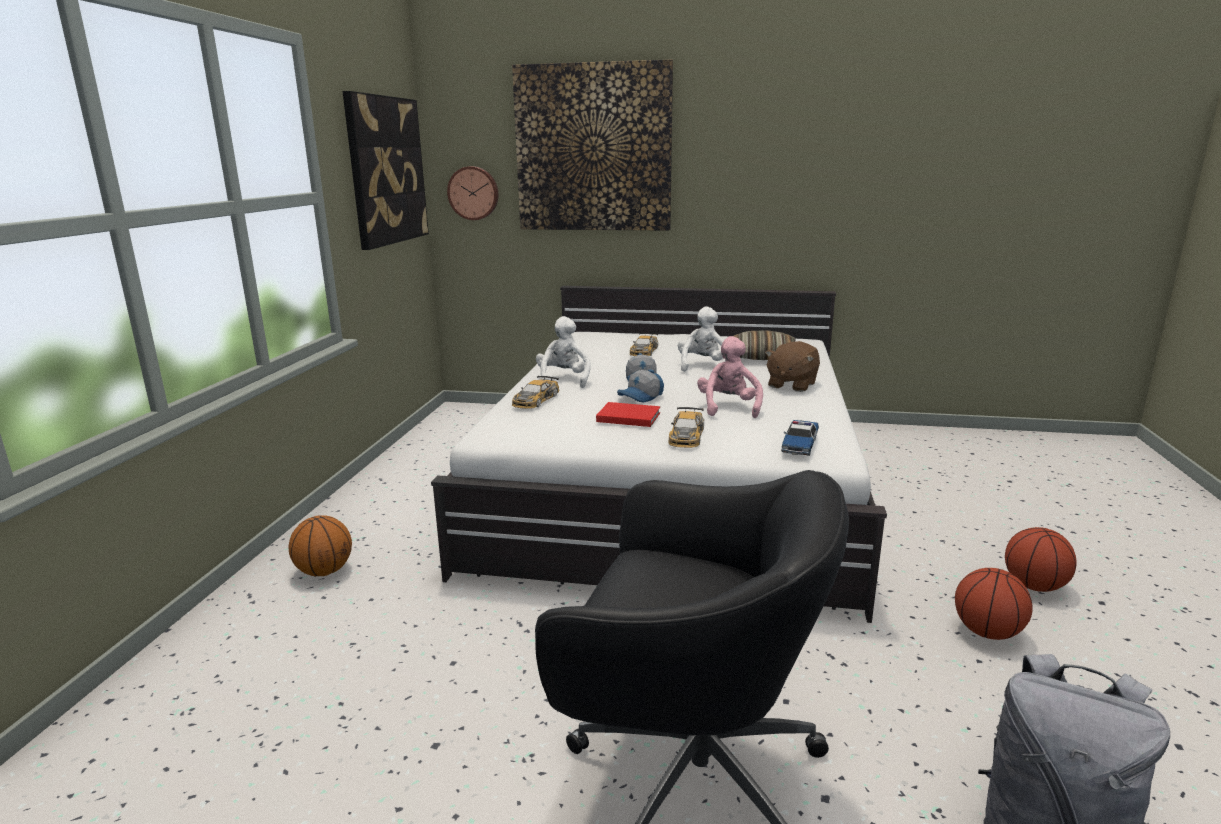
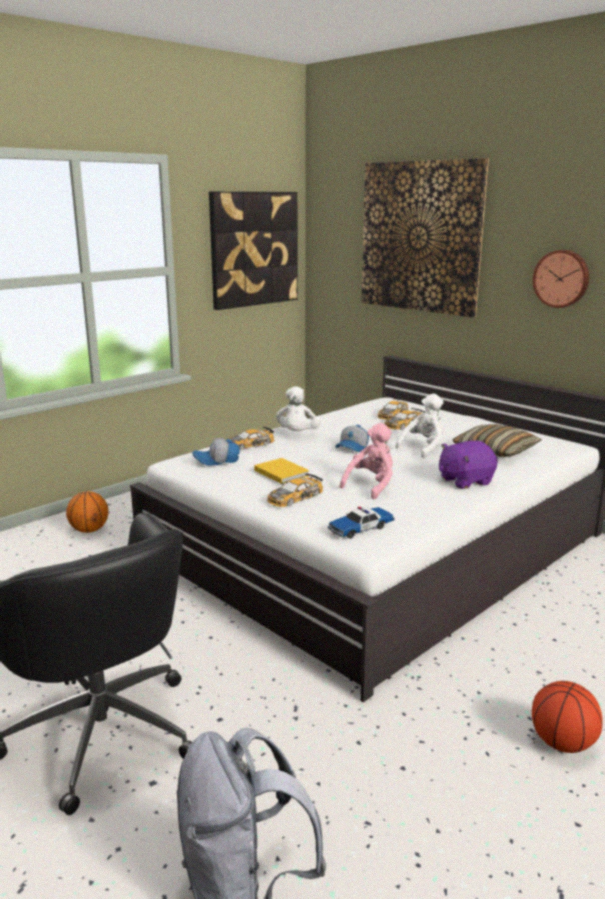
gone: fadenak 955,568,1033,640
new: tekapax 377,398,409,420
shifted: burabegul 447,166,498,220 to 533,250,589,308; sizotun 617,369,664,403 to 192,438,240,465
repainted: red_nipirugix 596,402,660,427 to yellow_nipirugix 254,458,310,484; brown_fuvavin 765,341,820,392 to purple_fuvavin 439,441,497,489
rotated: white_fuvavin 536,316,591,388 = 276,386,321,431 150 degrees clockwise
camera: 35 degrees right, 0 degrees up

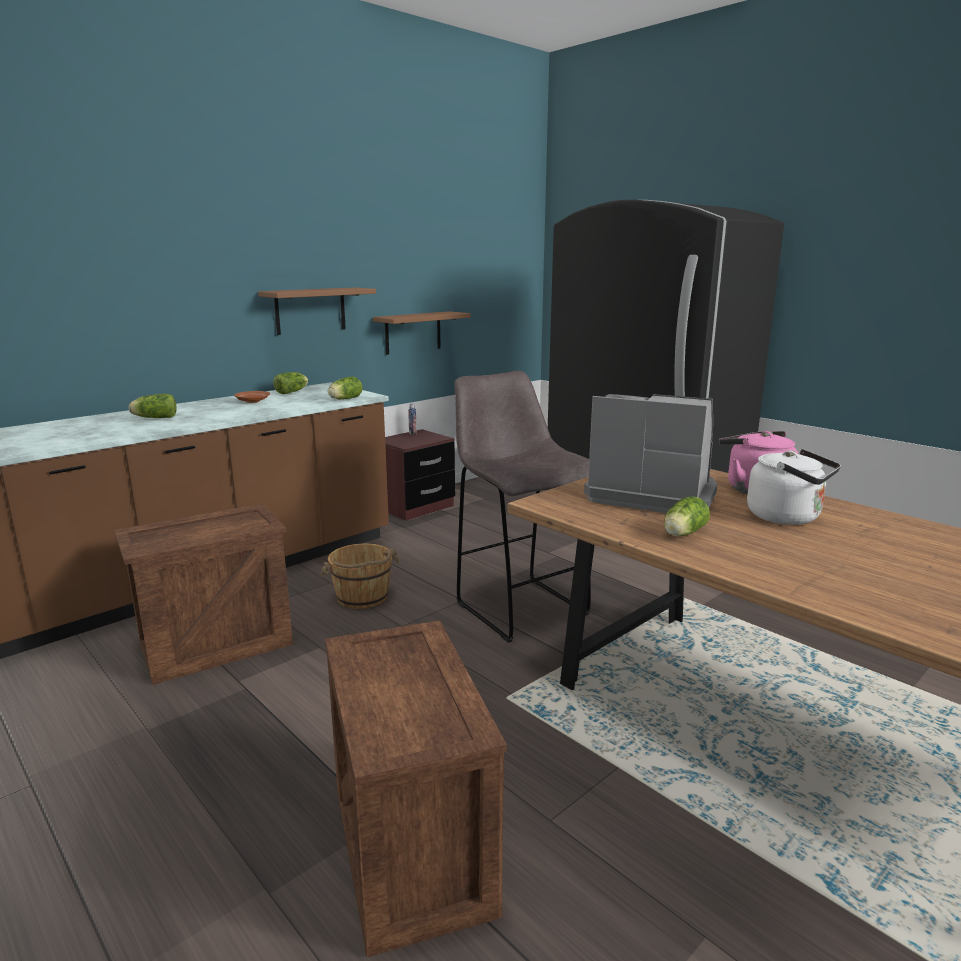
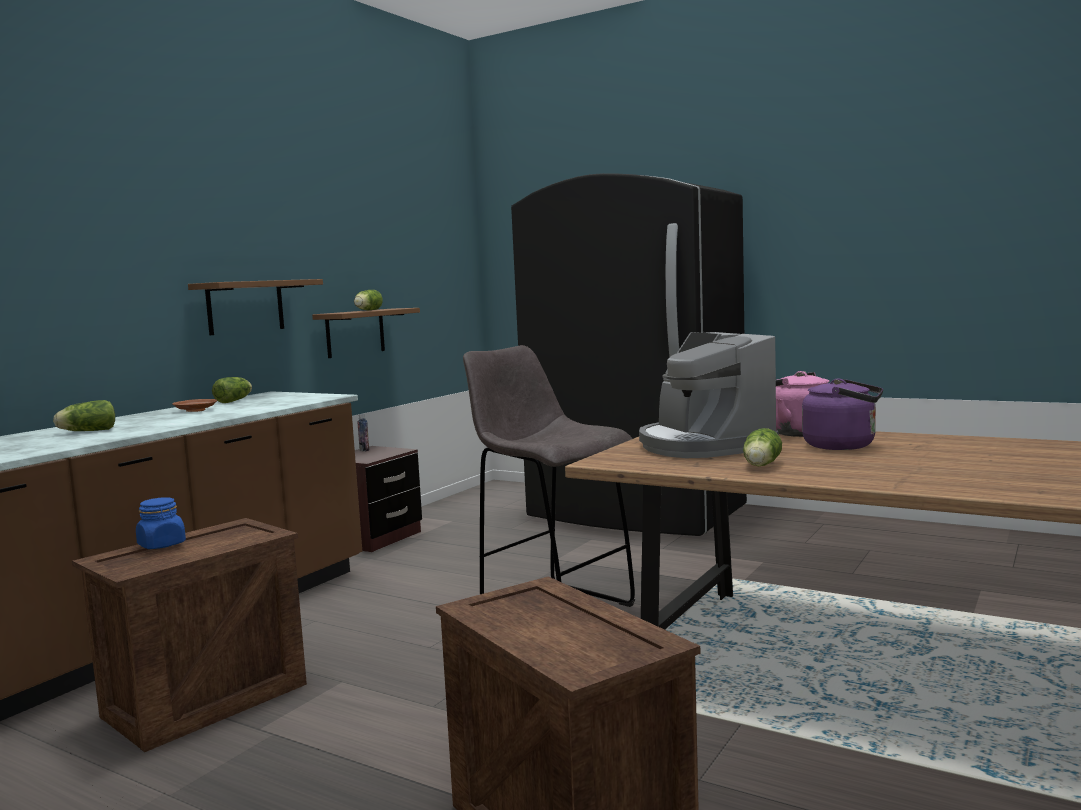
gone: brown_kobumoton 319,543,400,609
new: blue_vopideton 136,497,186,549
shifted: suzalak 328,376,362,399 to 354,290,383,310
repainted: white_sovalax 747,449,841,525 to purple_sovalax 802,379,883,450
rotated: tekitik 584,394,717,513 = 639,332,779,458 120 degrees counterclockwise
camera: 15 degrees left, 10 degrees down

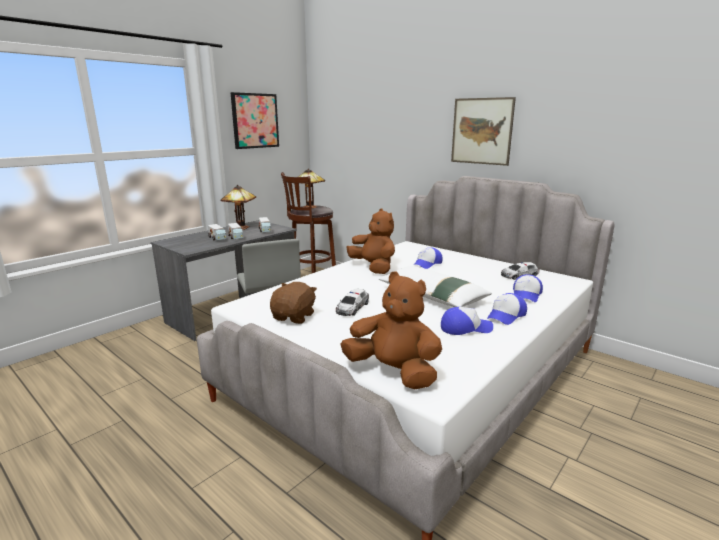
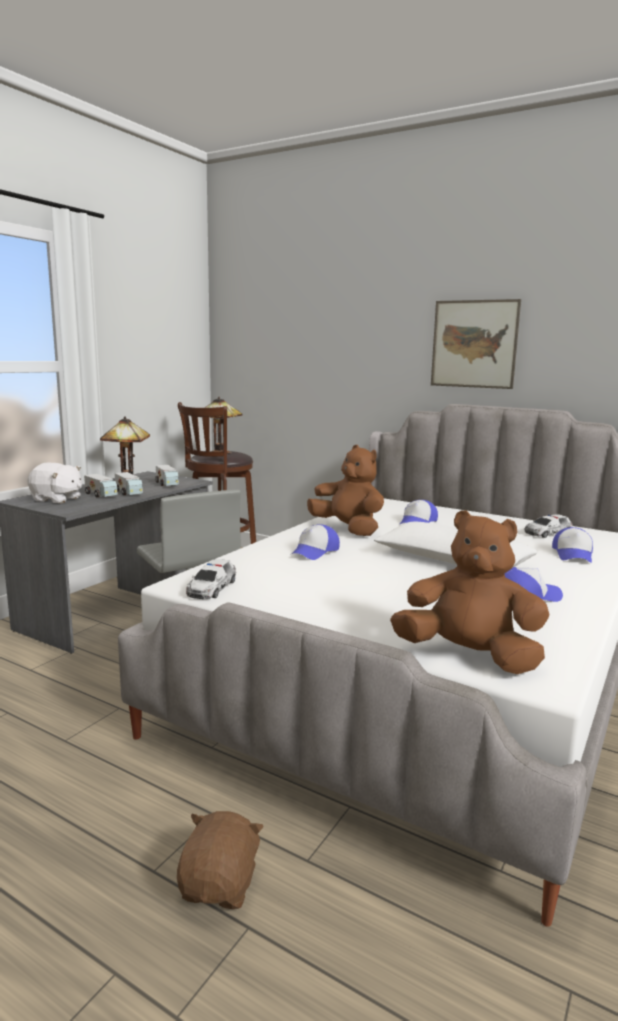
gone: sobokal 230,92,279,149
new: white_fuvavin 27,463,82,504
shifted: brown_fuvavin 270,282,317,324 to 177,811,264,909; tekapax 336,289,369,316 to 186,559,236,599; sizotun 487,293,527,325 to 292,524,340,560
camera: 10 degrees left, 5 degrees down

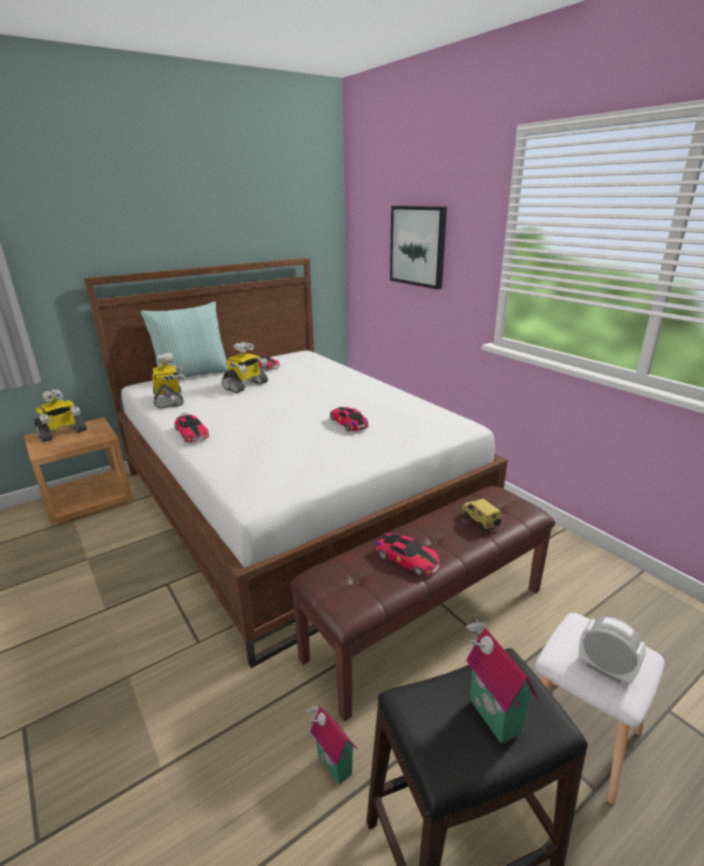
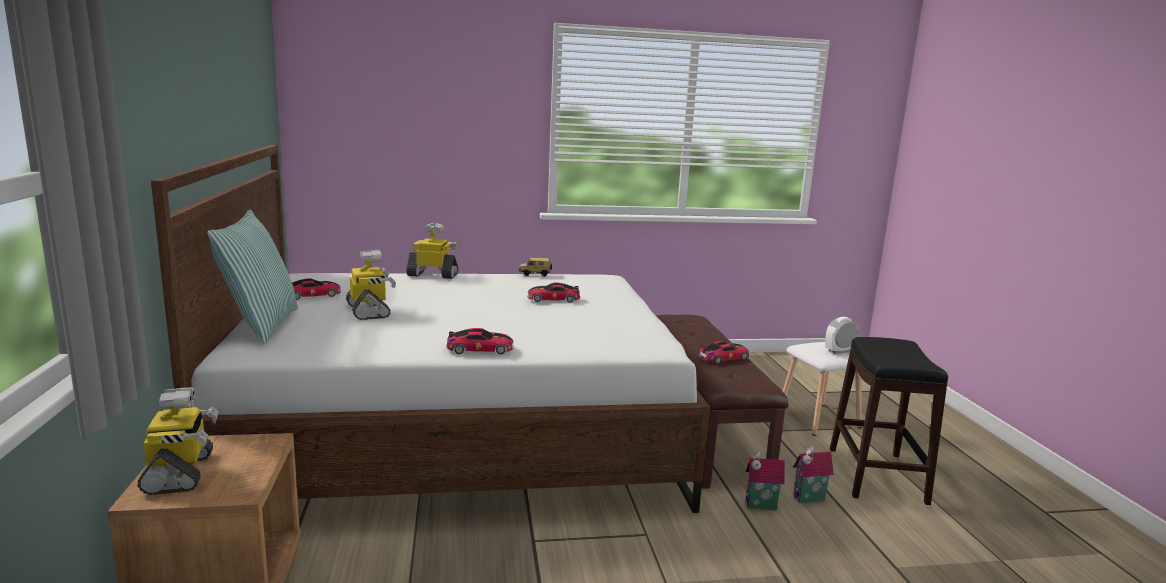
gone: sobokal 390,206,447,289
shifted: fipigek 152,352,185,408 to 407,223,458,279; tekapax 461,499,502,531 to 519,258,552,277; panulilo 466,614,538,744 to 745,450,785,510
camera: 65 degrees left, 10 degrees down

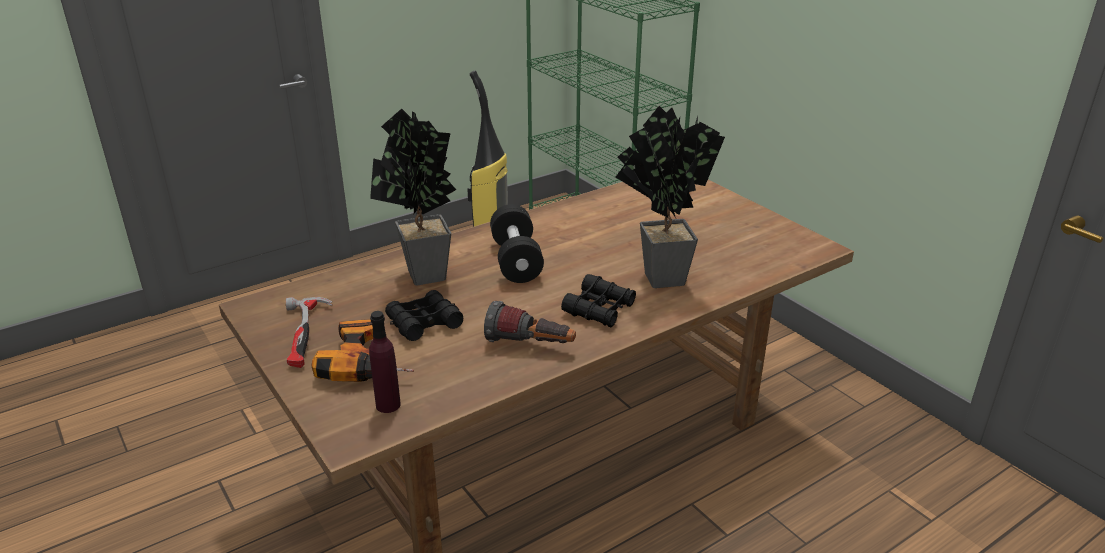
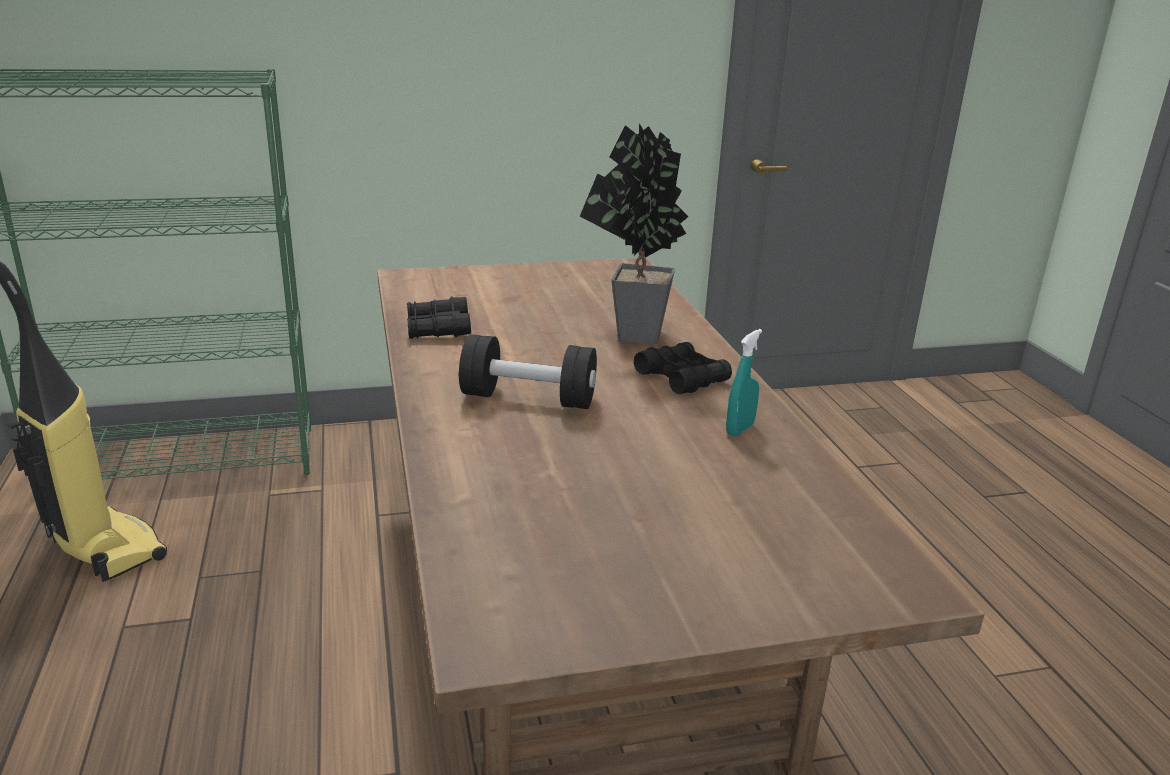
gone: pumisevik 286,297,332,368; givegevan 311,319,414,382; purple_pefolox 369,311,401,413; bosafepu 370,108,456,285
shifted: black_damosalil 385,290,463,341 to 407,296,471,339
swapped: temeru 484,301,576,343 to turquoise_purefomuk 726,329,762,436
camera: 70 degrees left, 5 degrees down

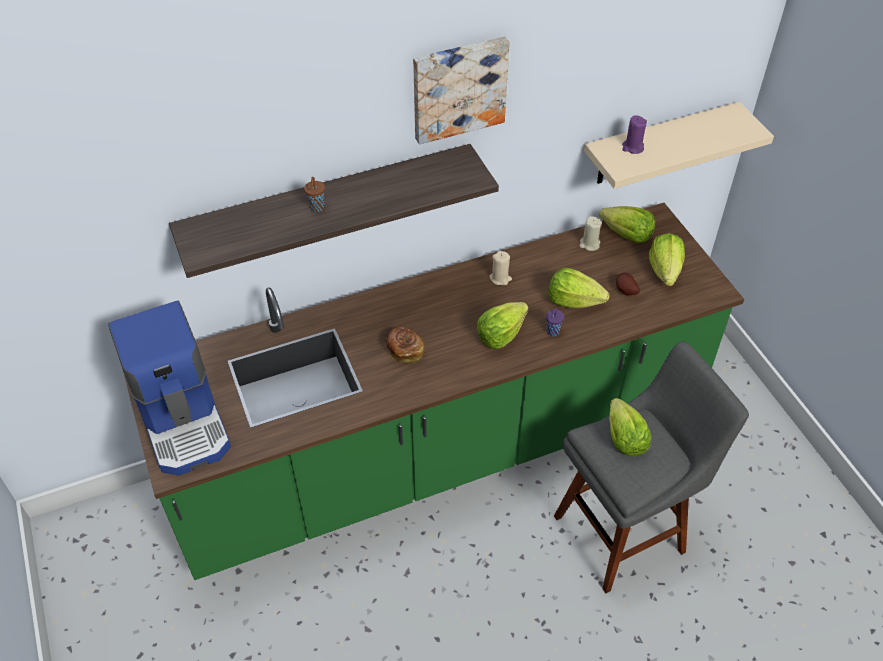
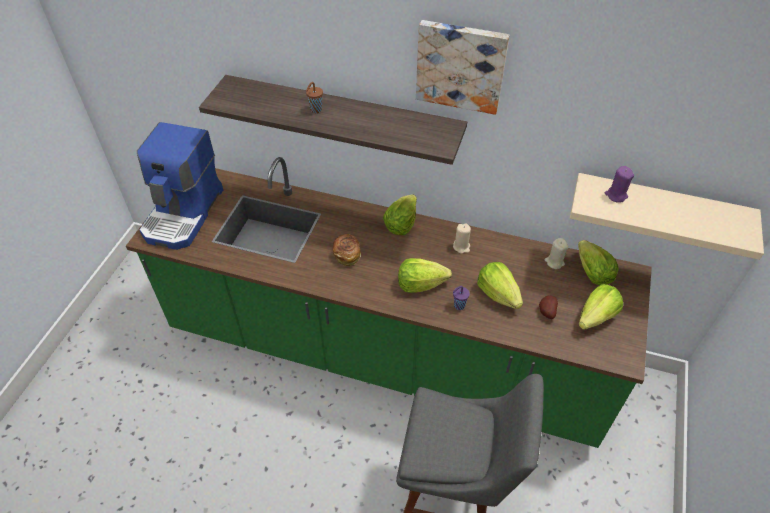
shifted: suzalak 609,398,651,456 to 383,194,417,235
camera: 40 degrees right, 0 degrees up

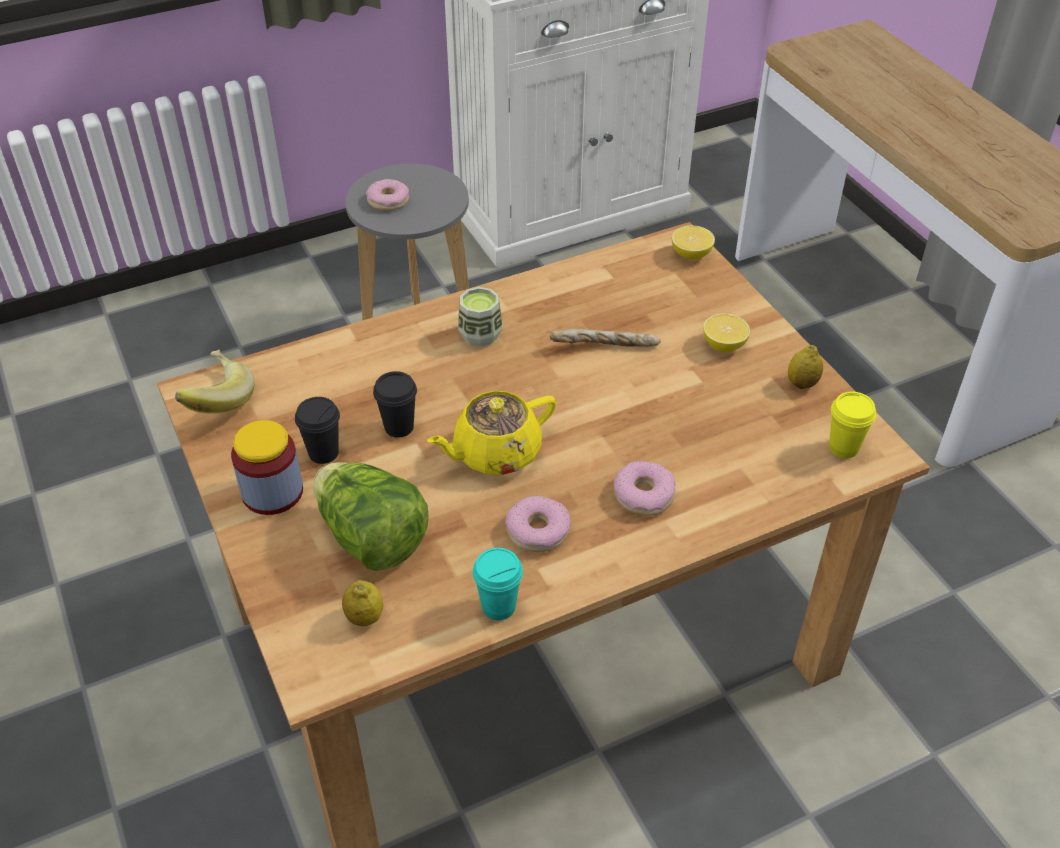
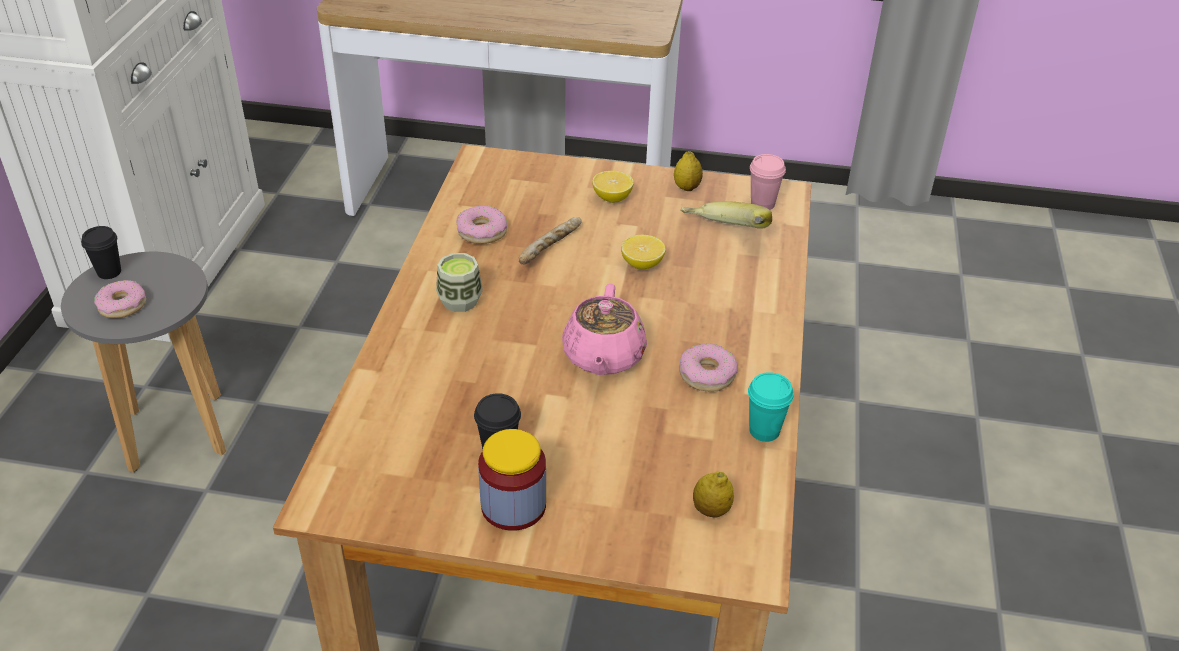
gone: suzalak 313,462,429,571
shifted: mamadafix 175,350,255,413 to 680,201,772,229; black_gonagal 373,371,417,438 to 81,226,121,279; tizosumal 614,461,675,516 to 457,205,507,244; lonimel 672,225,715,260 to 621,235,666,269
repainted: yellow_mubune 427,391,557,475 to pink_mubune 562,284,647,375; yellow_gonagal 829,391,876,458 to pink_gonagal 750,154,786,210
camera: 55 degrees left, 5 degrees down

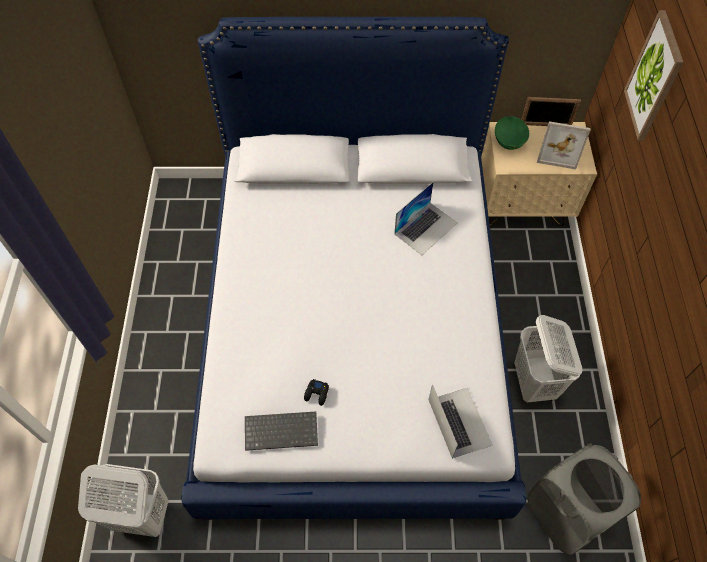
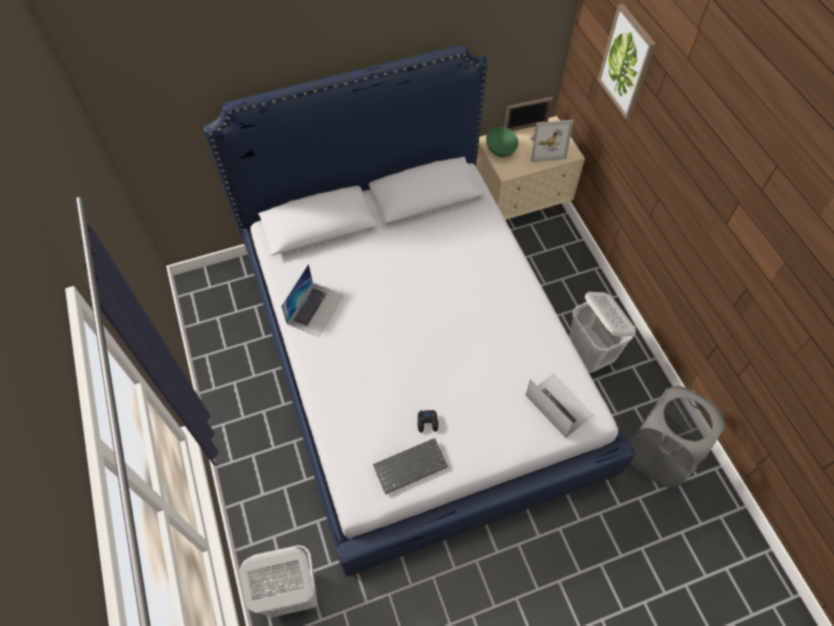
shifted: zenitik 394,182,457,255 to 281,264,344,337
camera: 20 degrees left, 0 degrees up

